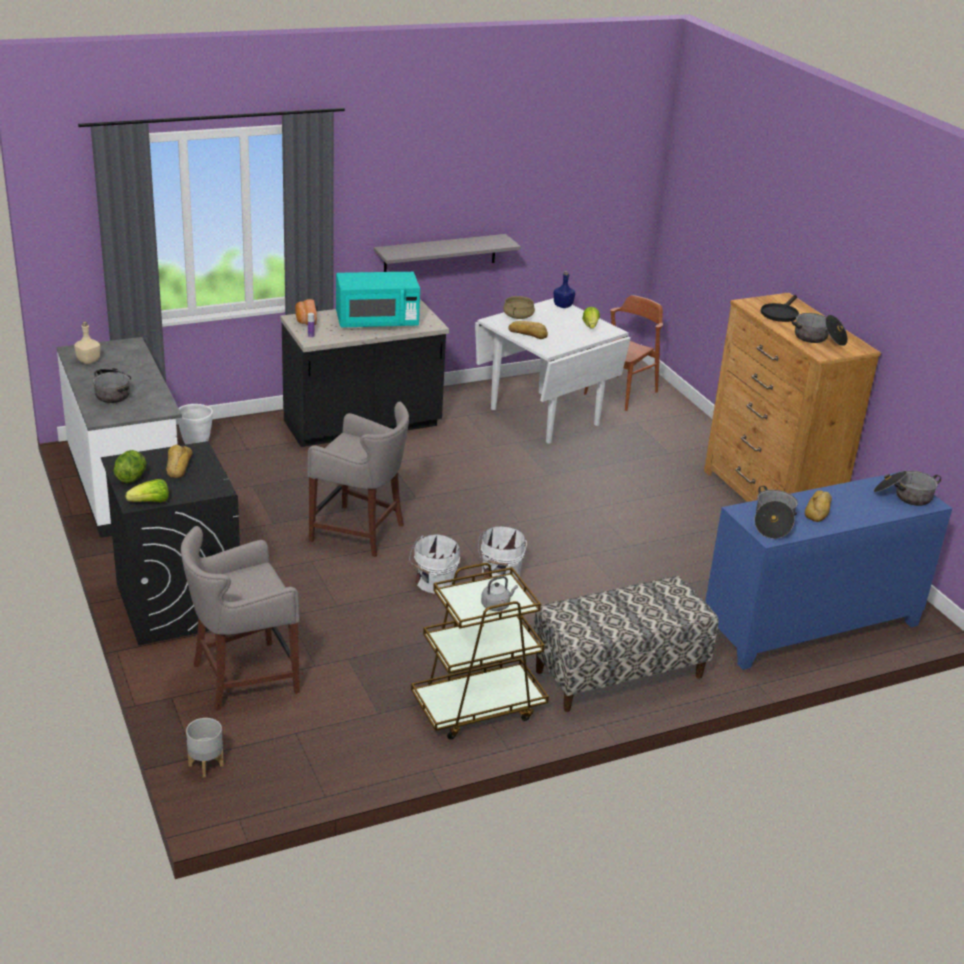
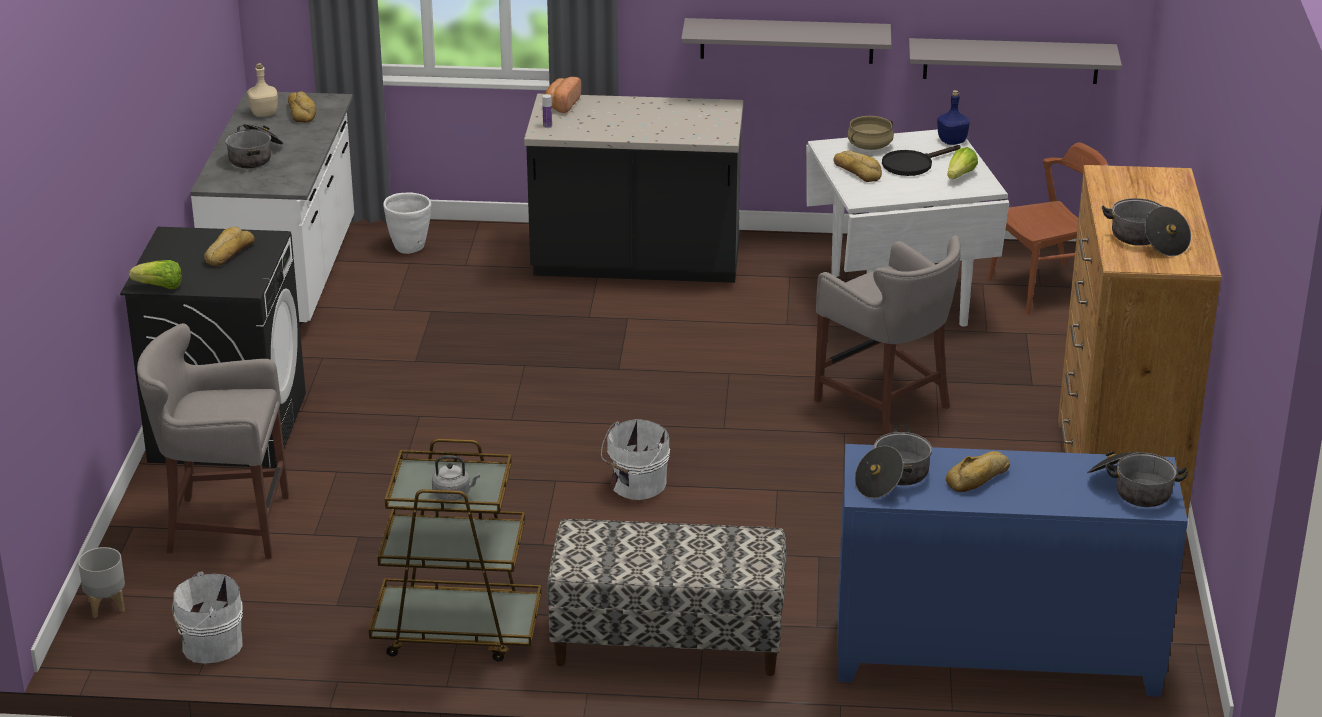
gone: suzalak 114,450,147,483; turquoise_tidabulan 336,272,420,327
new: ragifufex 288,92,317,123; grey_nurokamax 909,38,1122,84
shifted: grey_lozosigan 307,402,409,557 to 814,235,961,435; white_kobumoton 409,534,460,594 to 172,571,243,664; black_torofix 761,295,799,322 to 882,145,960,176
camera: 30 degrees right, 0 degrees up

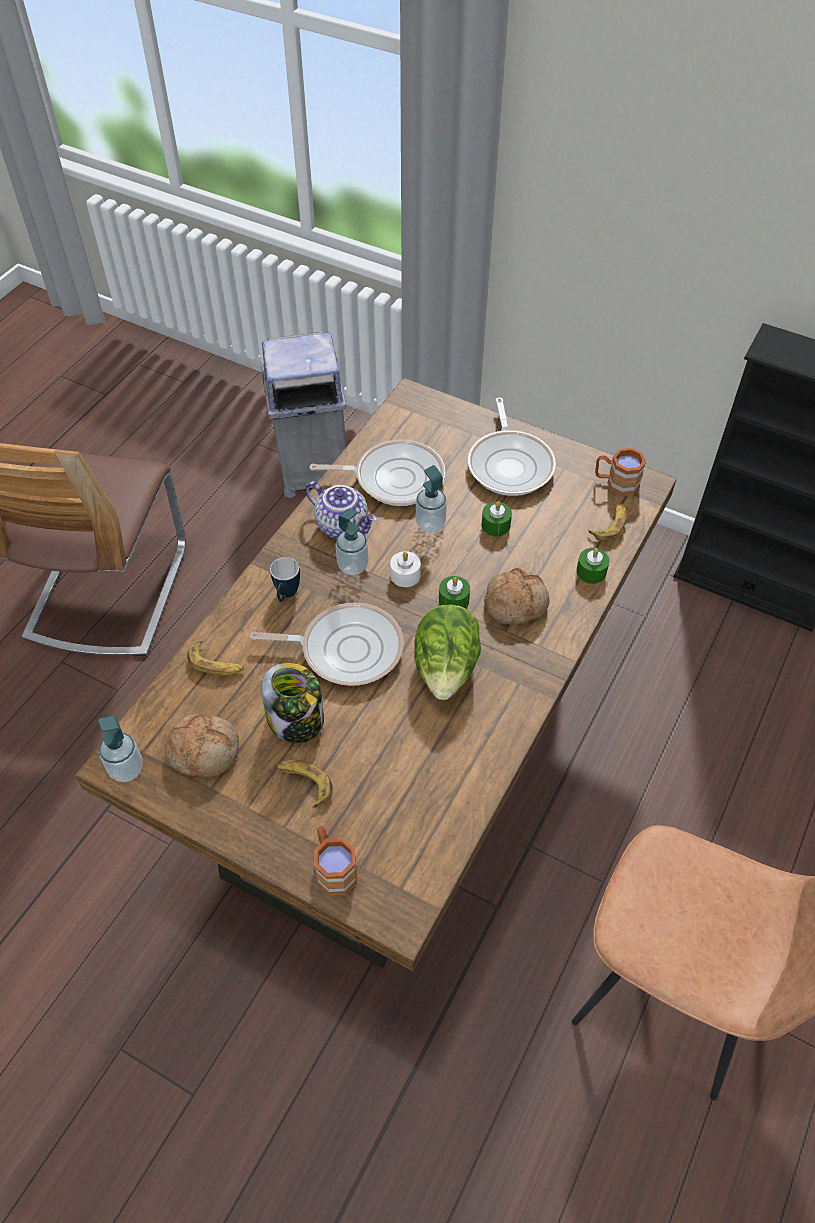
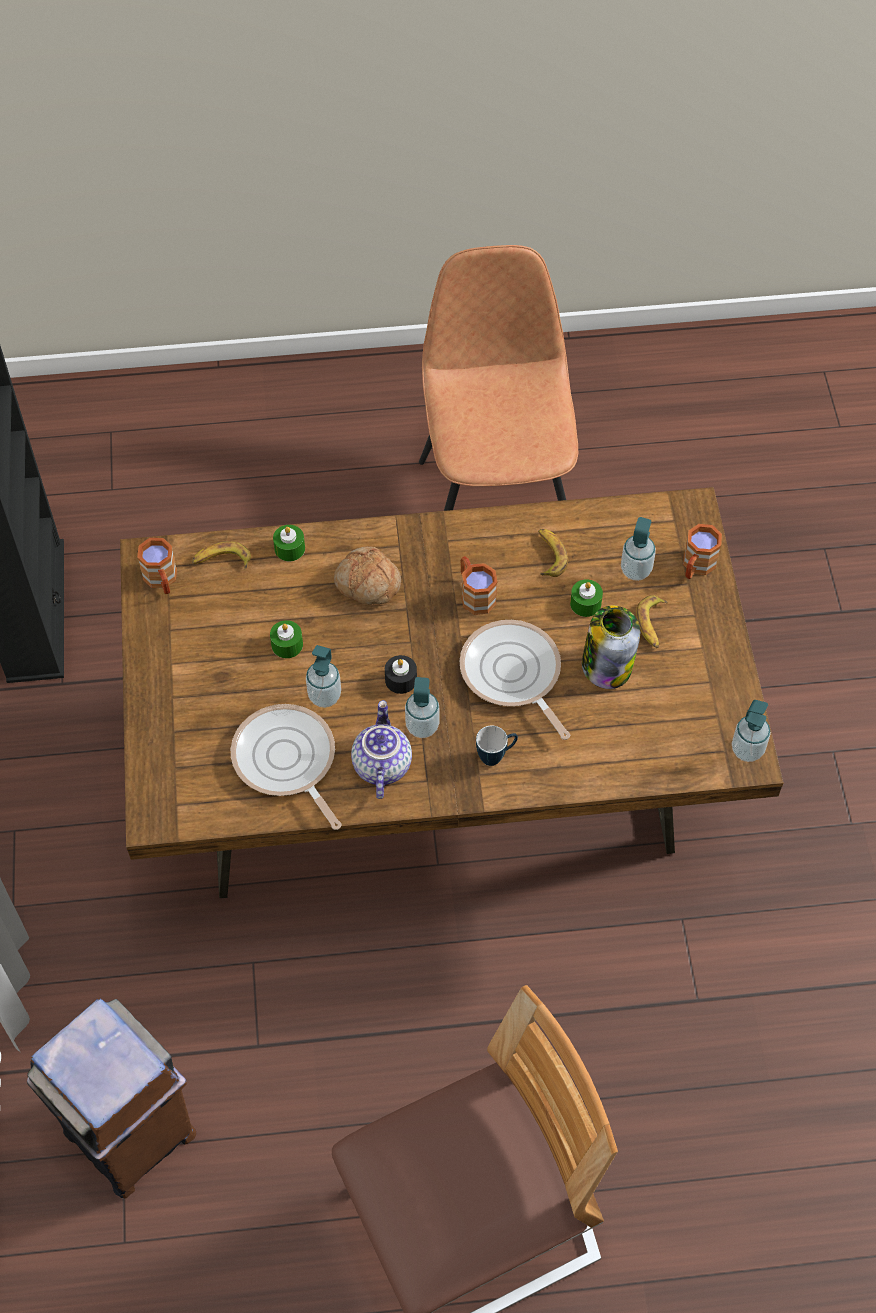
gone: ragifufex 165,714,239,777; torofix 467,398,556,496
new: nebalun 621,517,656,581
shifted: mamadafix 187,641,244,675 to 538,529,568,577; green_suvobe 439,576,470,609 to 570,579,603,617
swapped: suzalak 414,604,481,700 to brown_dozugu 460,556,497,615
repainted: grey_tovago 261,332,347,498 to brown_tovago 27,999,196,1199; white_suvobe 390,551,421,587 to black_suvobe 385,655,417,694
camera: 125 degrees left, 5 degrees up

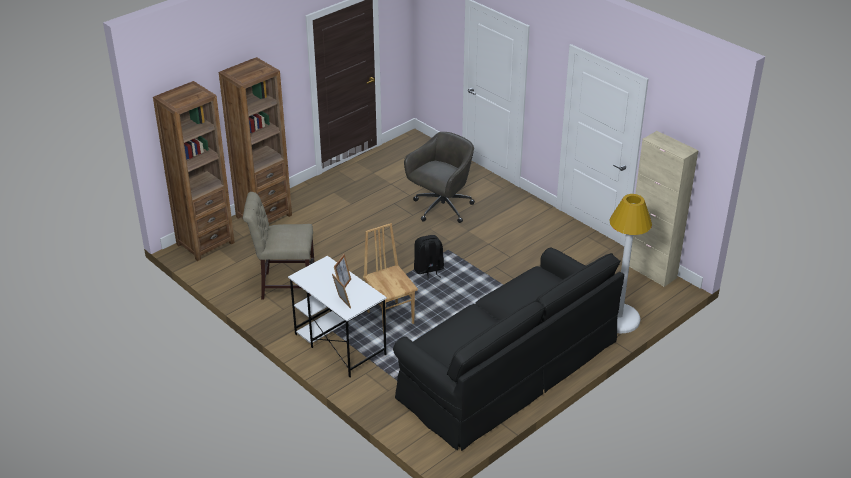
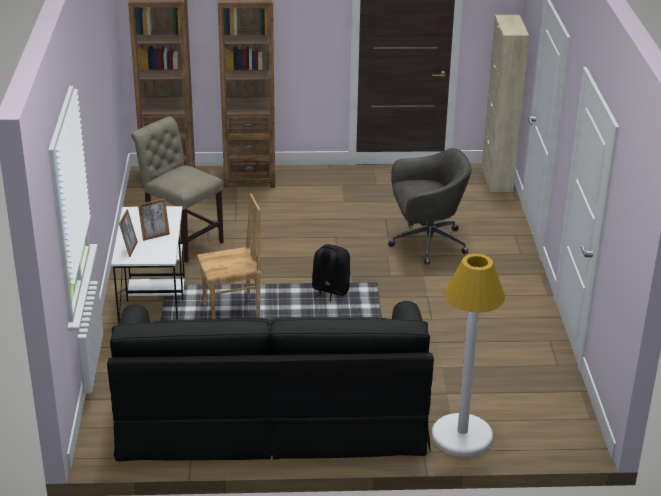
shifted: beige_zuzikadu 629,131,698,287 to 482,15,529,192
rotated: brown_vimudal 363,223,418,333 = 197,193,261,319 60 degrees clockwise
camera: 40 degrees right, 5 degrees down

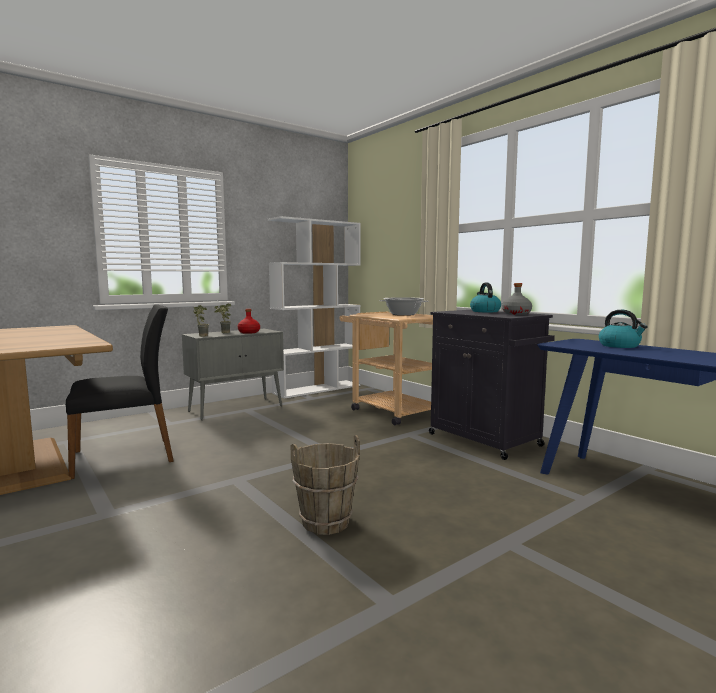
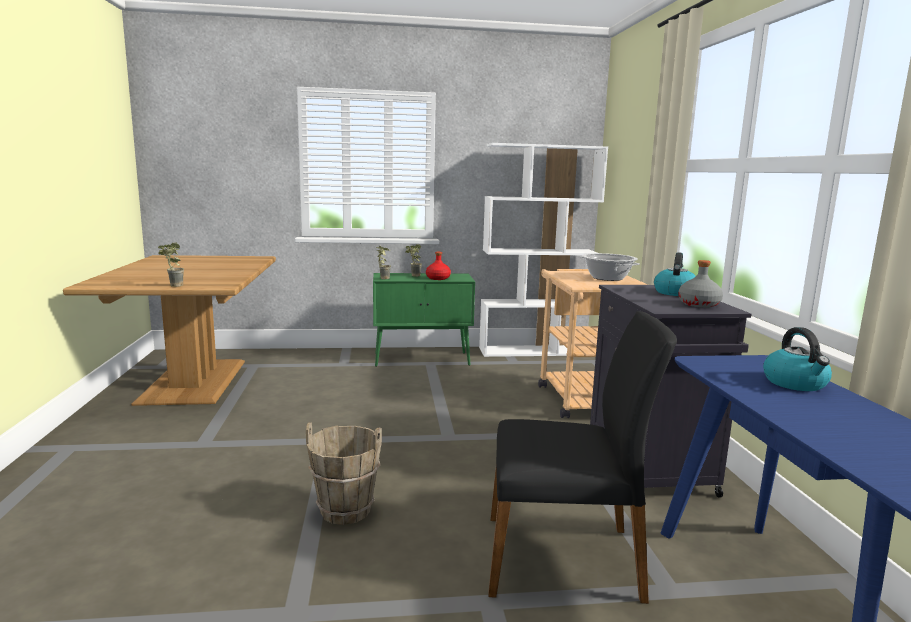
new: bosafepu 158,242,184,287
shifted: black_vimudal 66,304,174,479 to 488,311,677,604
repainted: grey_zuzikadu 182,329,284,420 to green_zuzikadu 373,273,475,367
camera: 30 degrees right, 5 degrees up

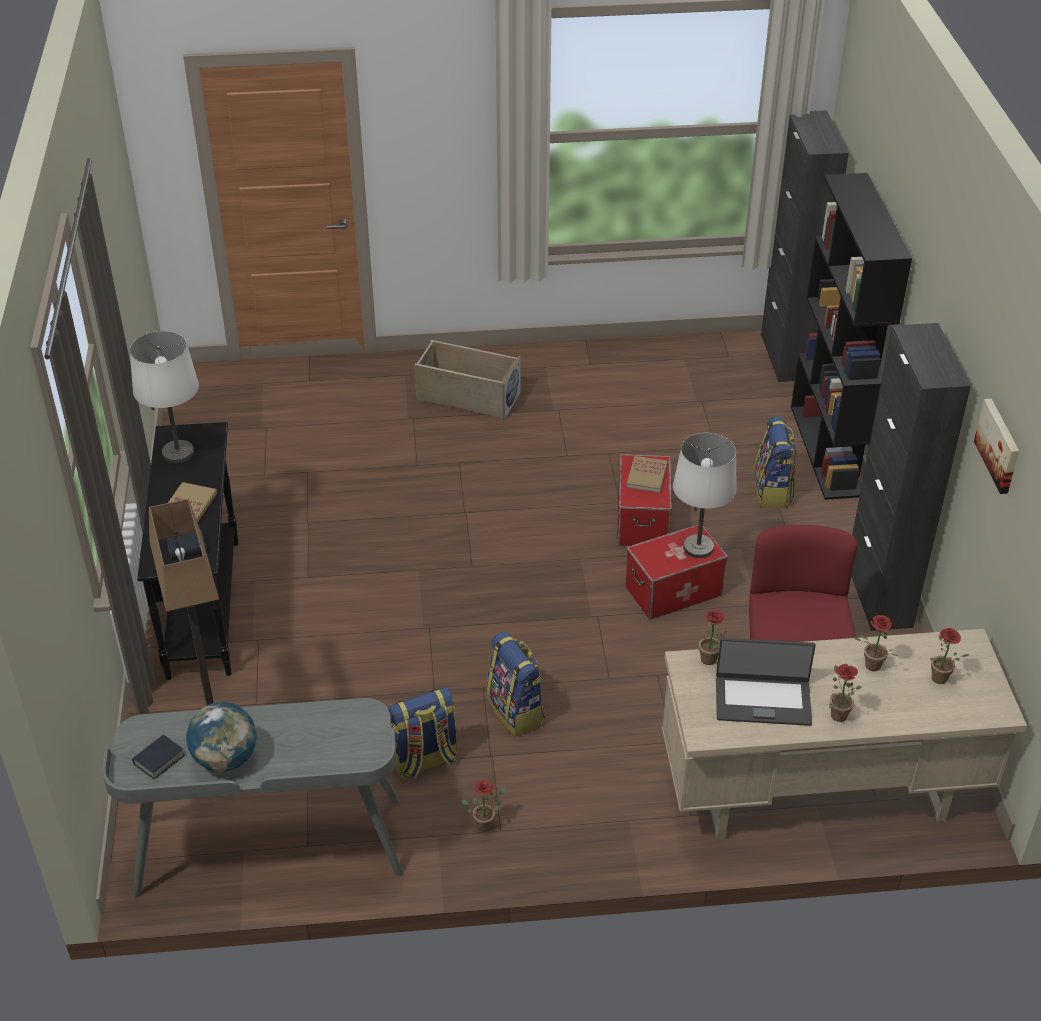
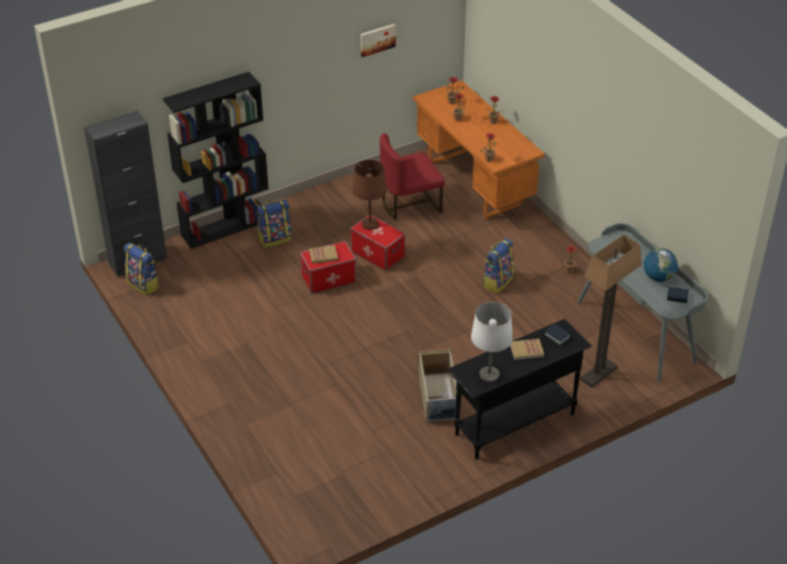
gone: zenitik 716,638,816,726; black_zuzikadu 851,323,971,631
shifted: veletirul 387,687,458,779 to 123,243,160,296; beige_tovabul 414,340,521,420 to 417,349,457,423
repainted: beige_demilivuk 662,629,1027,840 to orange_demilivuk 413,80,545,219; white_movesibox 673,433,737,558 to brown_movesibox 352,160,387,230
camera: 115 degrees left, 0 degrees up

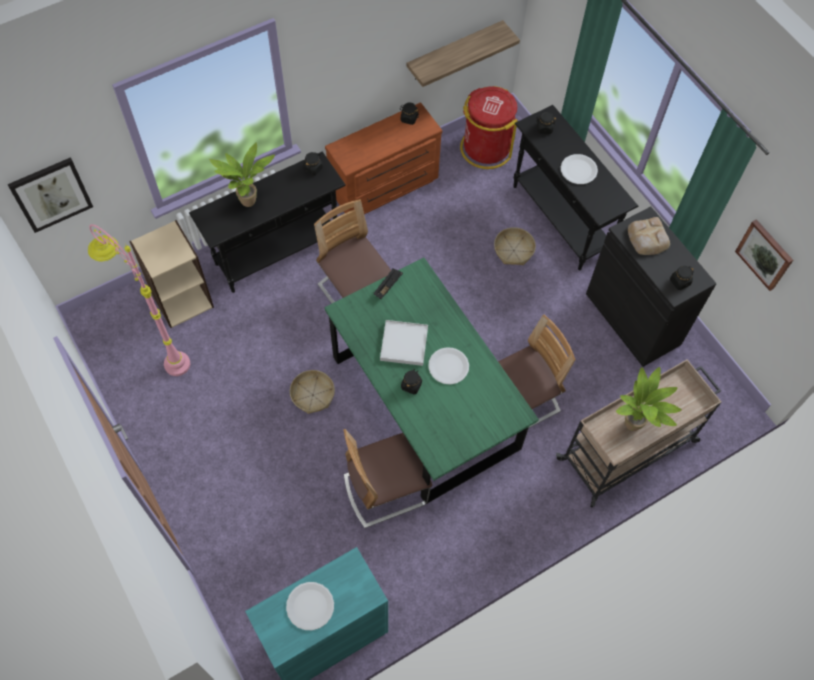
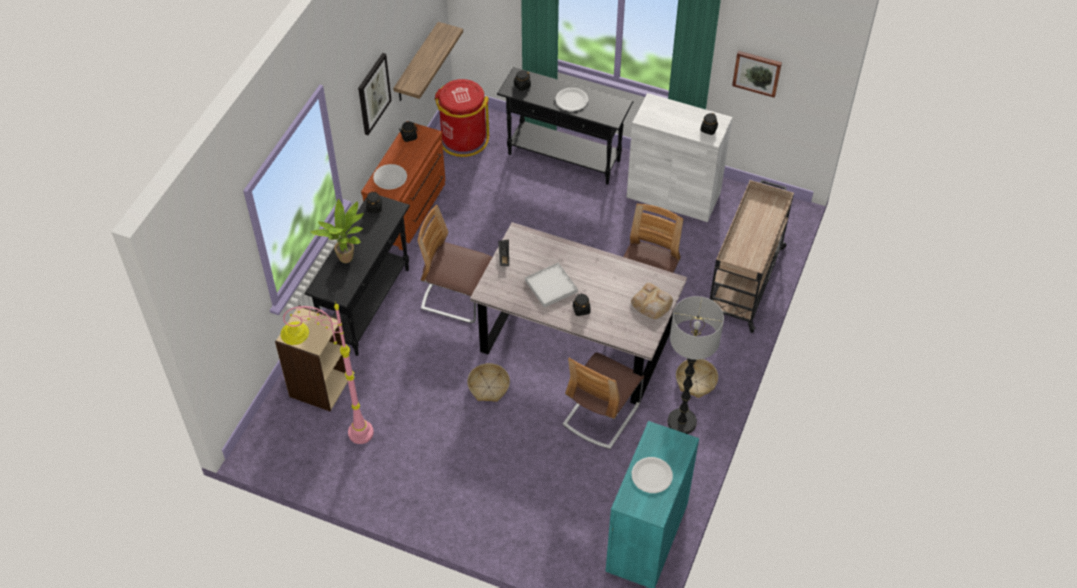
gone: bosafepu 616,367,682,431
new: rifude 668,296,724,434
shifted: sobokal 7,157,93,233 to 358,53,392,135; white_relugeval 428,347,469,385 to 373,164,407,190; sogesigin 494,227,536,265 to 676,359,718,398; ragifufex 628,217,670,255 to 631,283,673,319
repainted: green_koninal 324,257,539,503 to grey_koninal 470,222,687,405; black_zuzikadu 586,207,717,367 to white_zuzikadu 627,93,733,222
camera: 35 degrees left, 10 degrees down

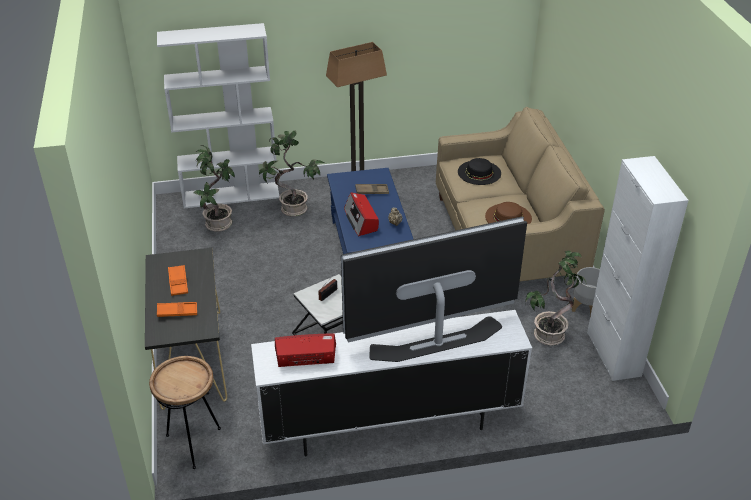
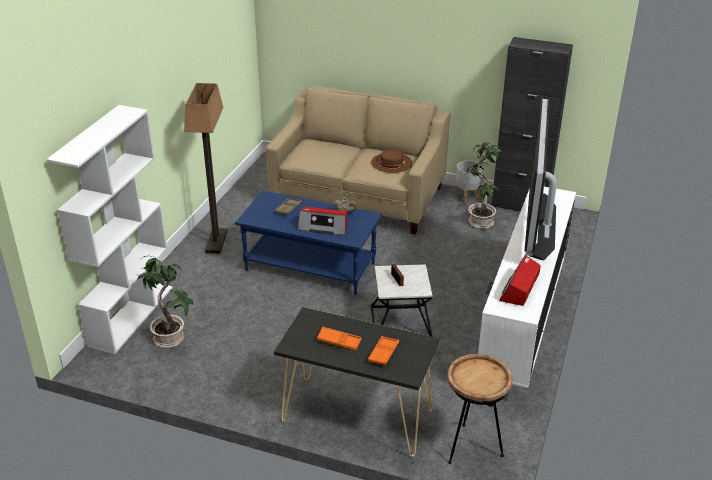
gone: bosafepu 259,130,324,216; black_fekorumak 458,158,501,185
repainted: white_zuzikadu 587,156,688,381 to black_zuzikadu 492,37,573,211
camera: 60 degrees left, 5 degrees down

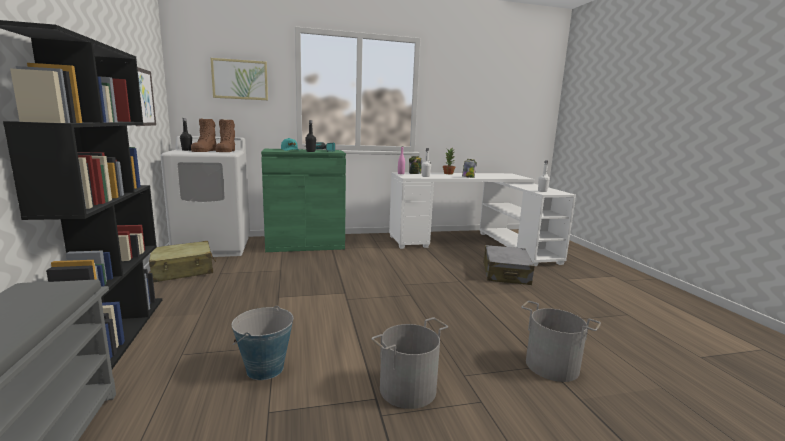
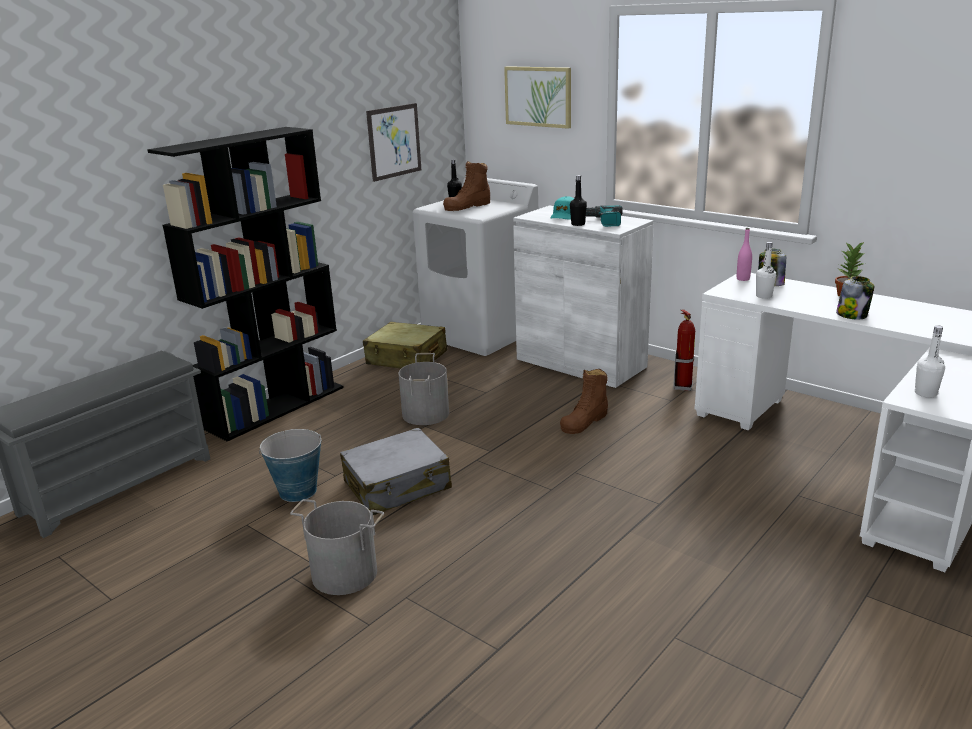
new: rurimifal 673,309,695,391
shifted: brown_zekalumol 216,119,235,152 to 560,369,608,434; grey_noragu 483,245,535,285 to 340,427,452,515; grey_kobumoton 521,301,601,382 to 398,353,449,425
repainted: green_zuzikadu 261,149,346,252 to white_zuzikadu 513,205,654,388
camera: 55 degrees right, 10 degrees up

